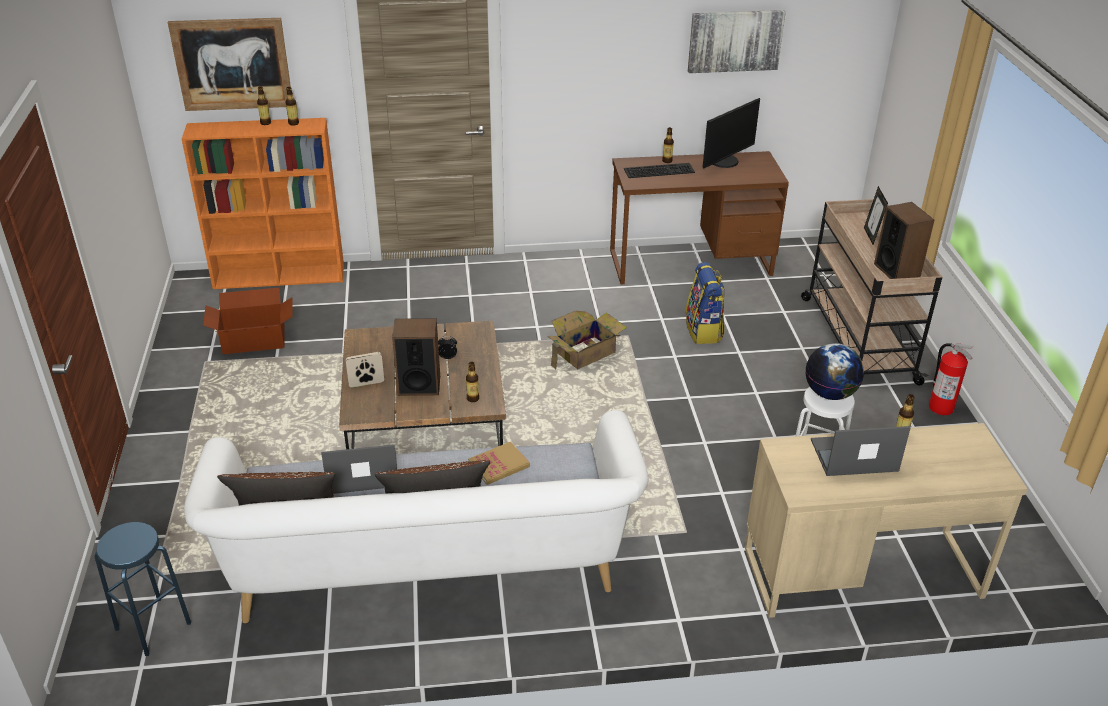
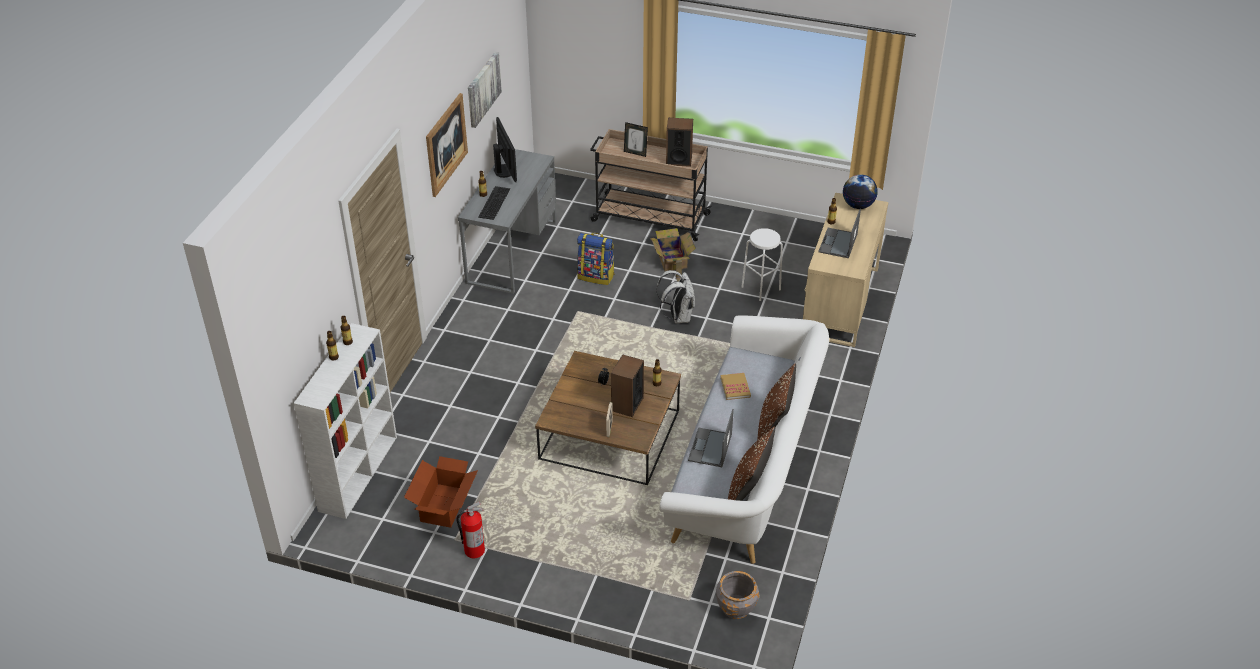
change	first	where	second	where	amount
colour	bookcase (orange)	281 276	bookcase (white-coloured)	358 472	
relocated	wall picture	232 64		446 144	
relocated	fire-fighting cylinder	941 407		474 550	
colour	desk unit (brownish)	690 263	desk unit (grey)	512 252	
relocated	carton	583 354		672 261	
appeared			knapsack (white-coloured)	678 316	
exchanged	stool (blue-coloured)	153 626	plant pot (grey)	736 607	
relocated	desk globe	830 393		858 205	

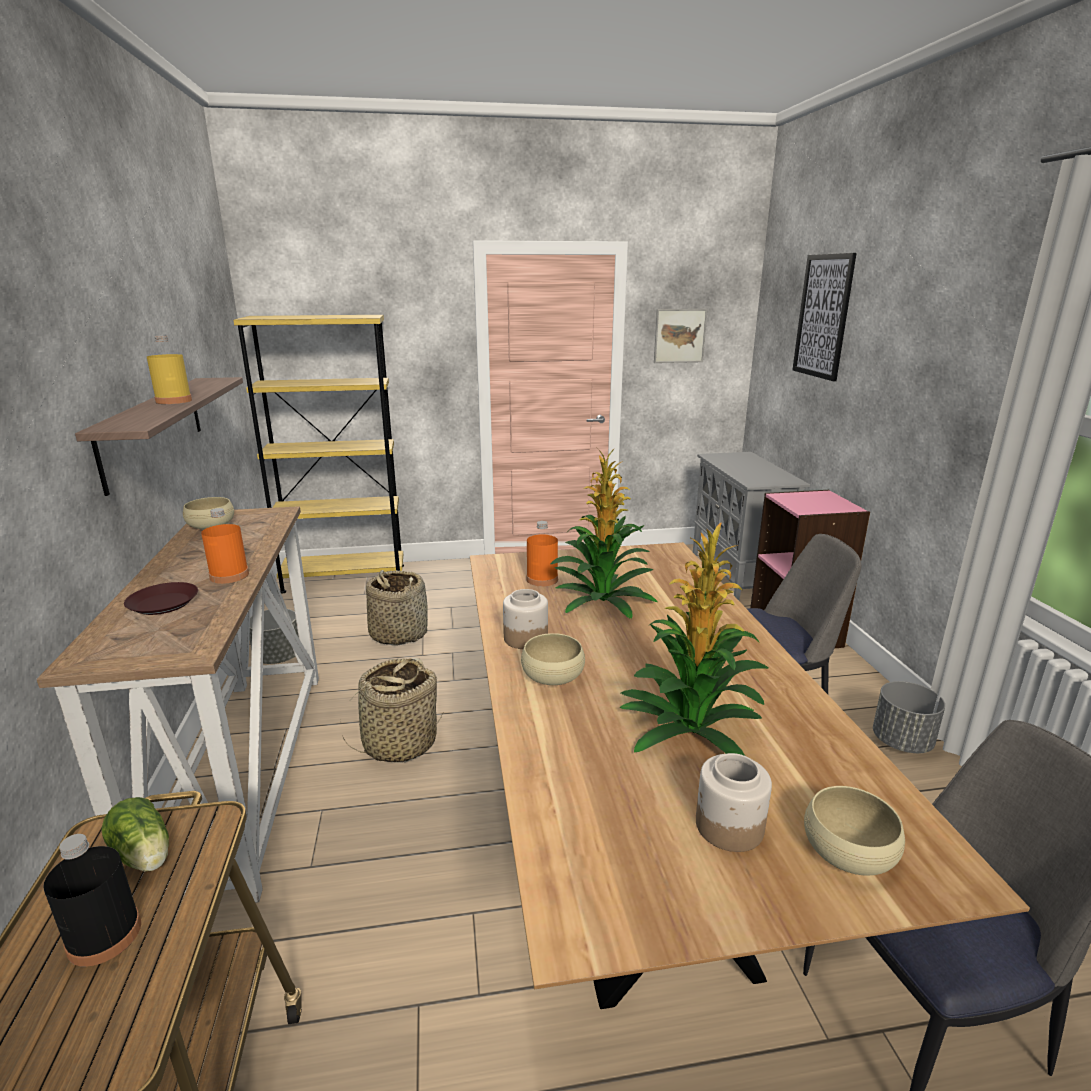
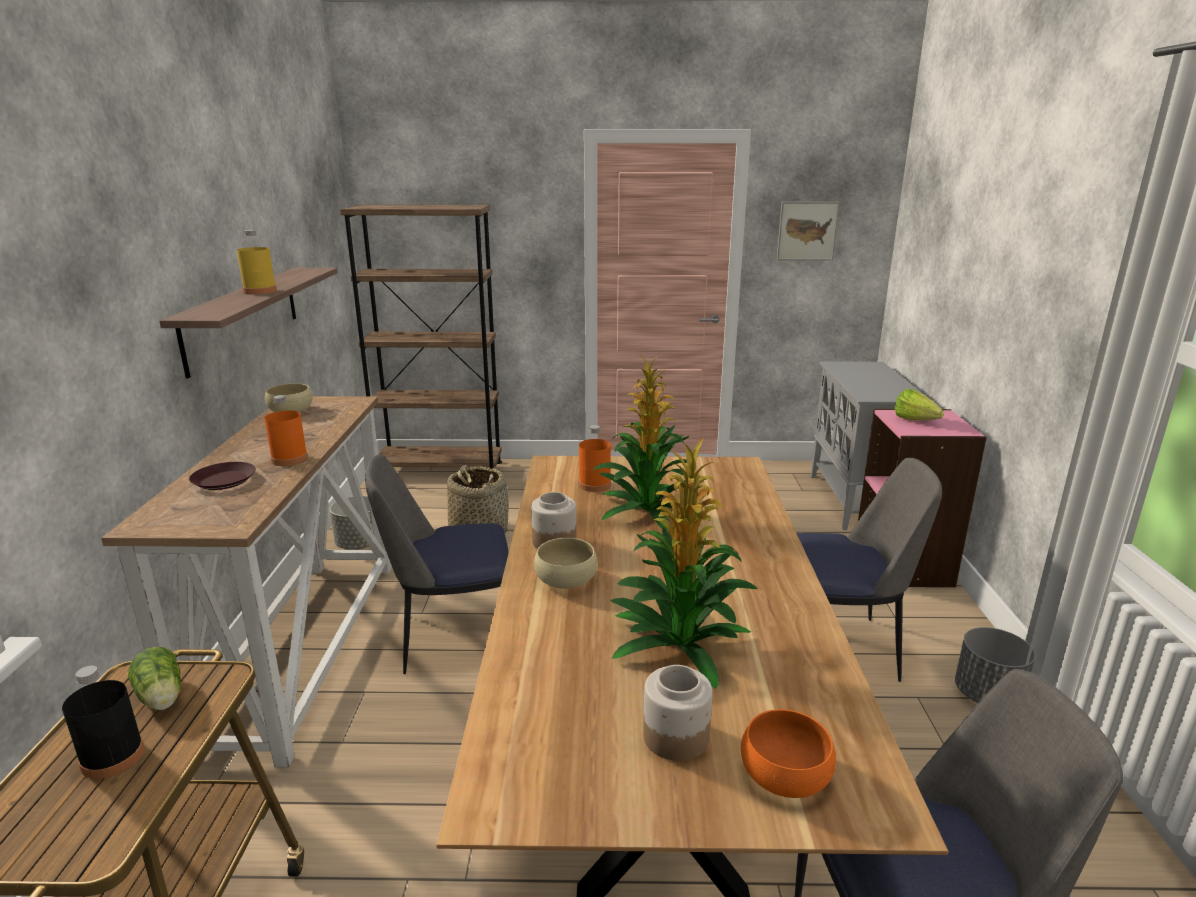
change	first	where	second	where	amount
colour	bookcase (yellow)	344 578	bookcase (brownish)	440 471	
exchanged	basket	399 743	plain chair	452 638	
colour	serving bowl (sand-coloured)	848 850	serving bowl (orange)	785 773	
appeared			lettuce head	918 422	
missing	wall picture	823 316			

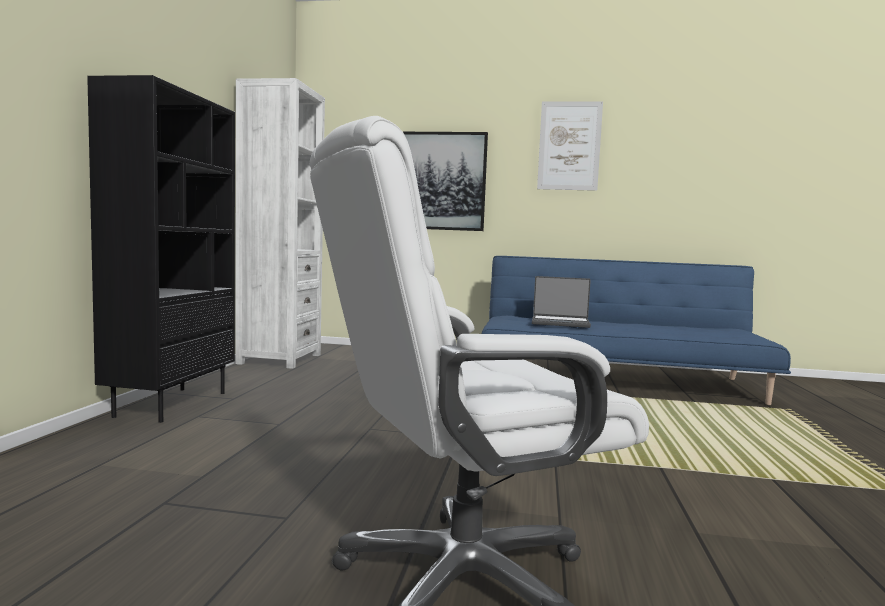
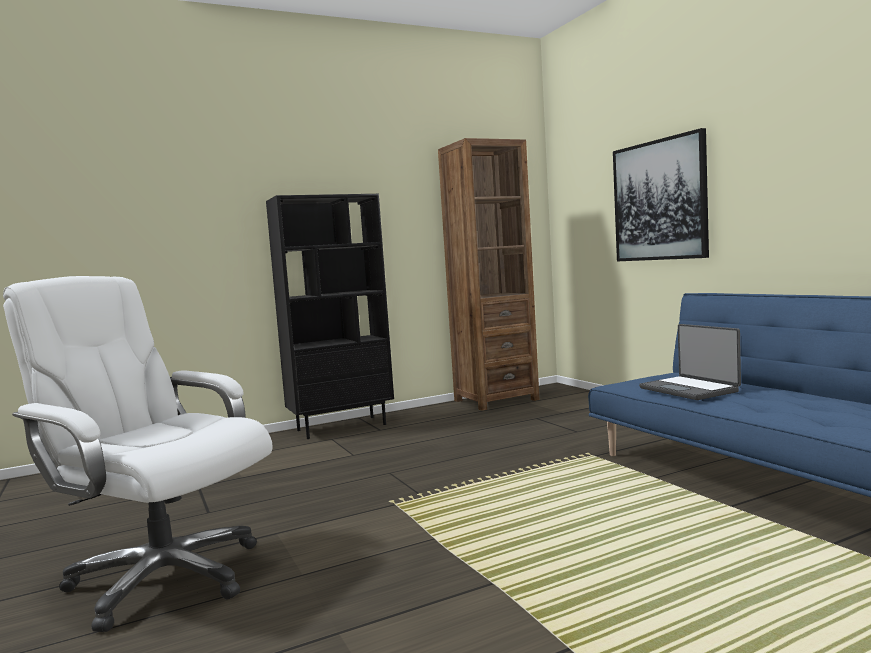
change	first	where	second	where	amount
colour	bookcase (white-coloured)	279 359	bookcase (brownish)	496 400	
missing	wall picture	569 146			

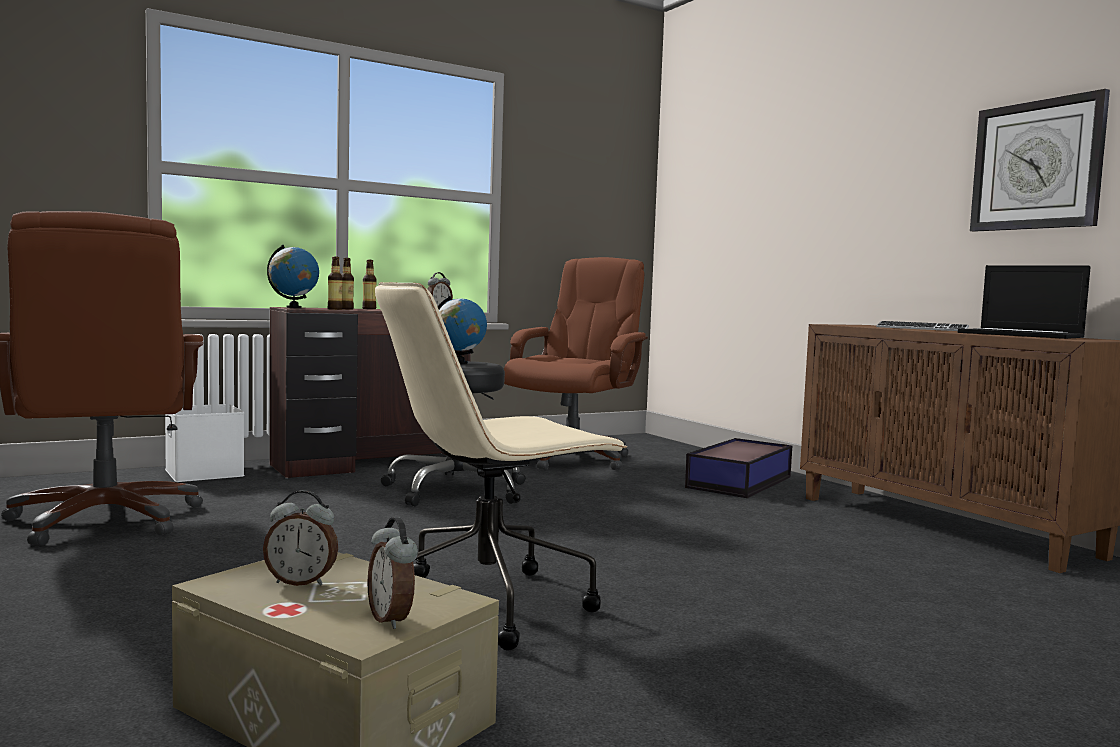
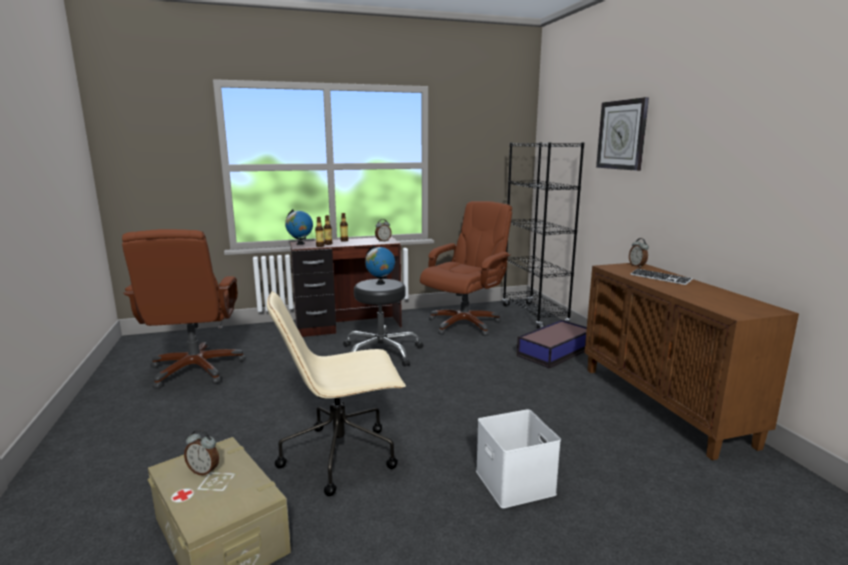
change	first	where	second	where	amount
relocated	storage container (white-coloured)	206 473		516 483	
appeared			bookcase (black-coloured)	534 316	
relocated	clock on the wall	1037 165		622 135	
relocated	table clock	392 619		637 266	
missing	notebook computer	1022 335			

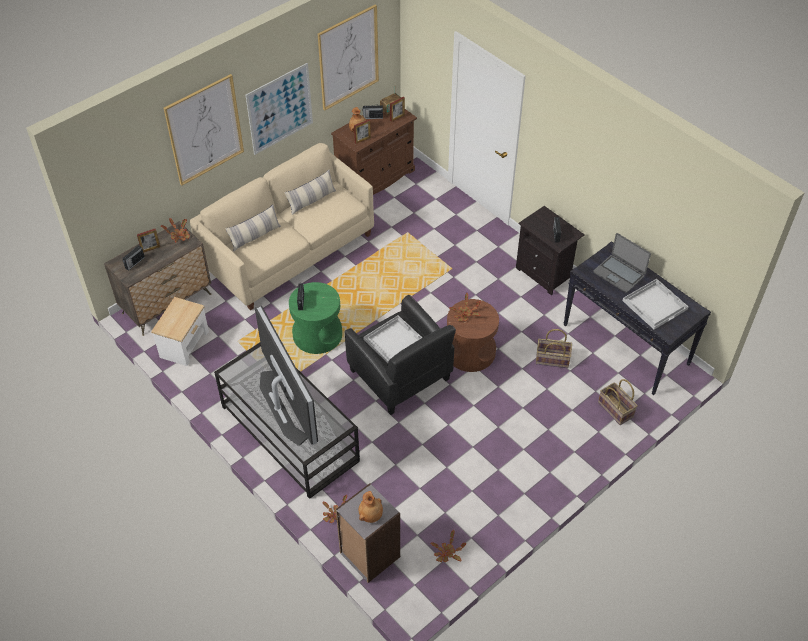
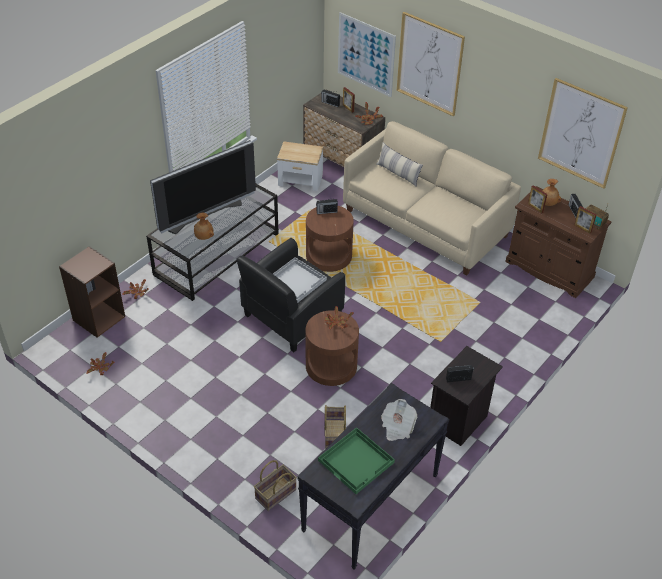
change	first	where	second	where	amount
colour	bookcase (grey)	369 555	bookcase (brownish)	98 318	
relocated	decorative vase (brownish)	371 515		204 237	
colour	accent table (green)	317 334	accent table (brownish)	329 256	
colour	tray (white-coloured)	654 304	tray (green)	357 461	
relocated	wall picture	280 109		365 54	
exchanged	notebook computer	619 274	printed paper	397 427	
missing	throw pillow	311 201			

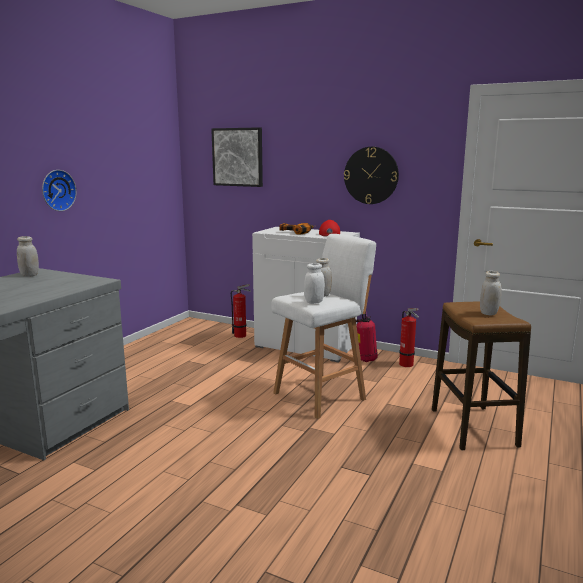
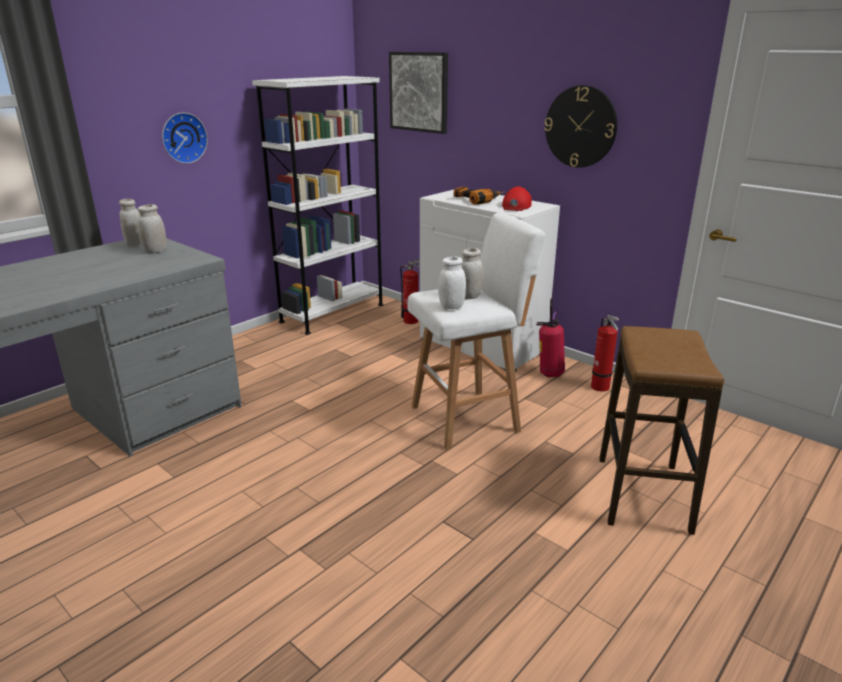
change	first	where	second	where	amount
relocated	jar (white-coloured)	489 313		155 251	
appeared			bookcase (white-coloured)	332 313	

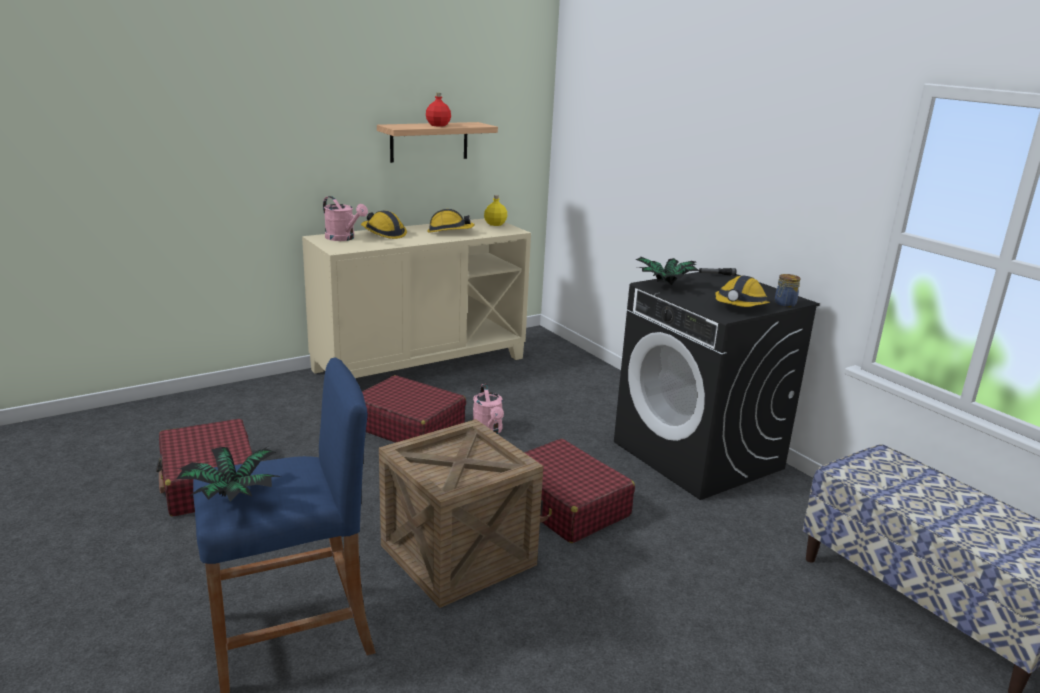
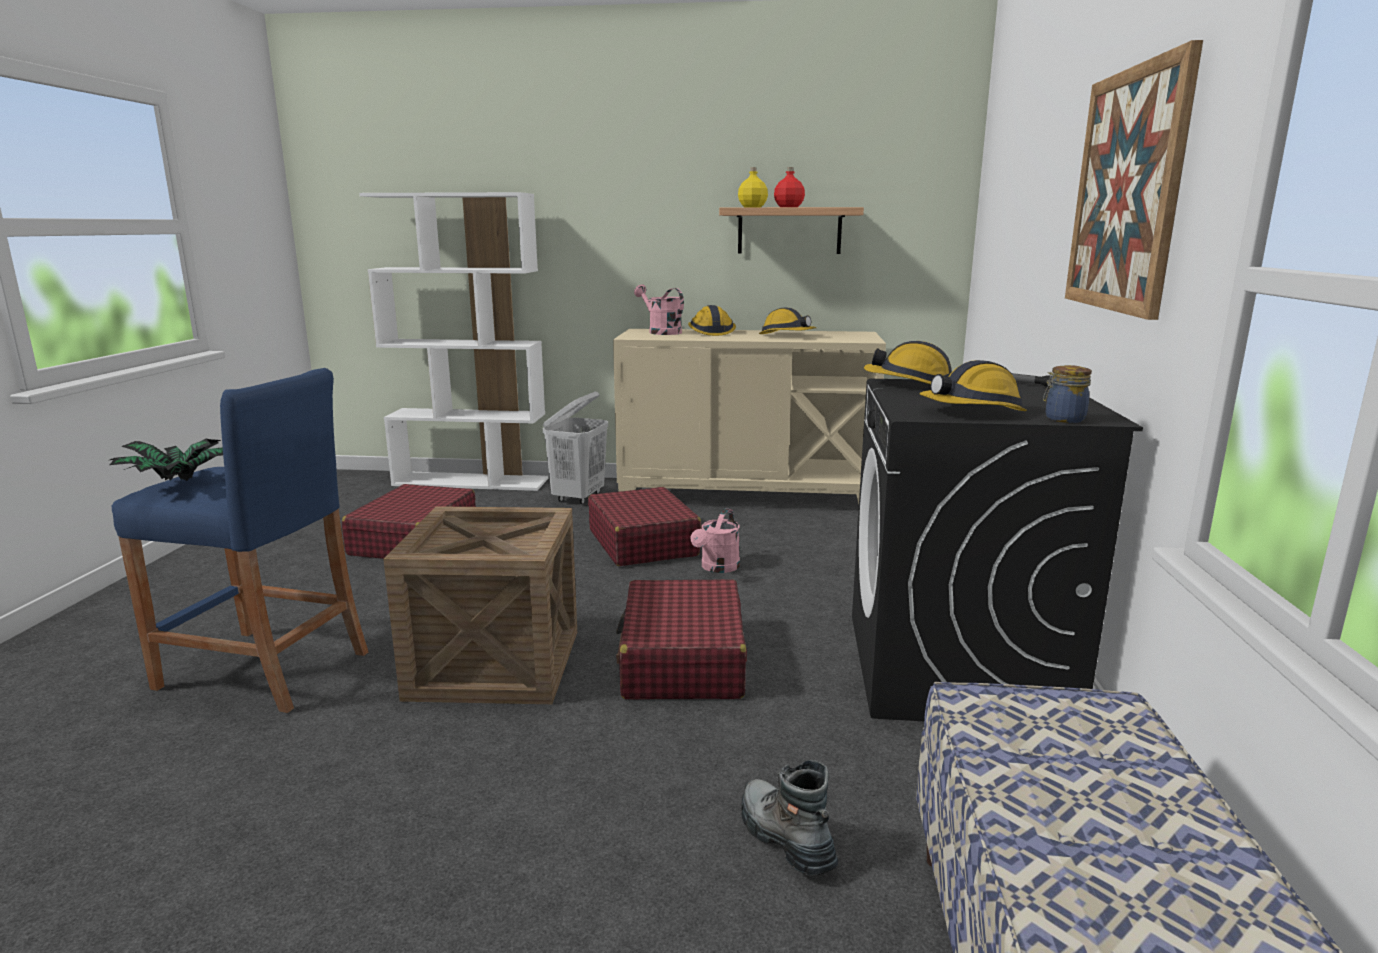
change	first	where	second	where	amount
appeared			bookcase (white-coloured)	472 481	
appeared			washing basket (white-coloured)	579 498	
spun	watering pot (pink-coloured)	343 238		661 332	150 degrees clockwise
relocated	beverage bottle (yellow)	495 224		752 207	
appeared			tall boot	785 838	
exchanged	plant in a pot	663 285	safety helmet	910 384	
appeared			wall picture	1126 191	

